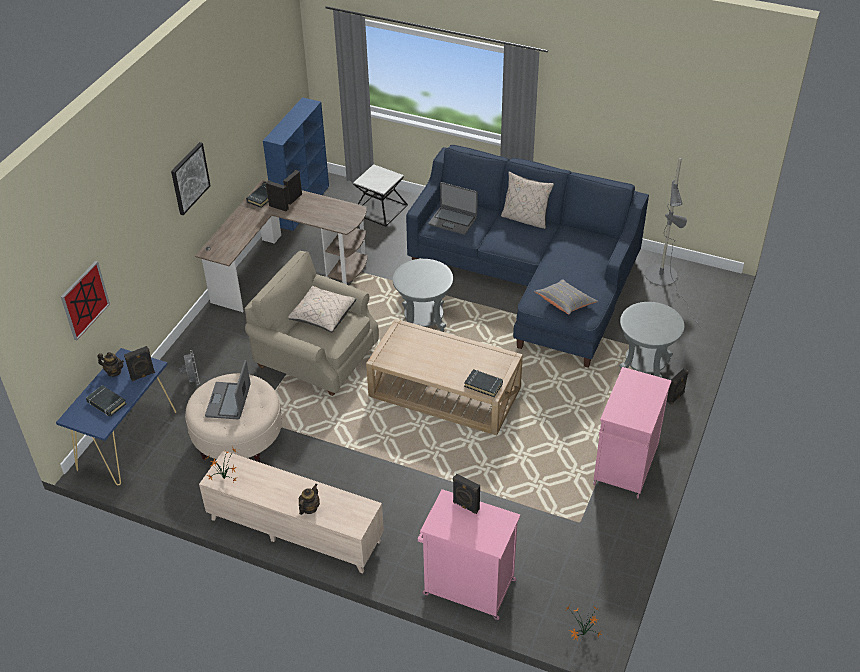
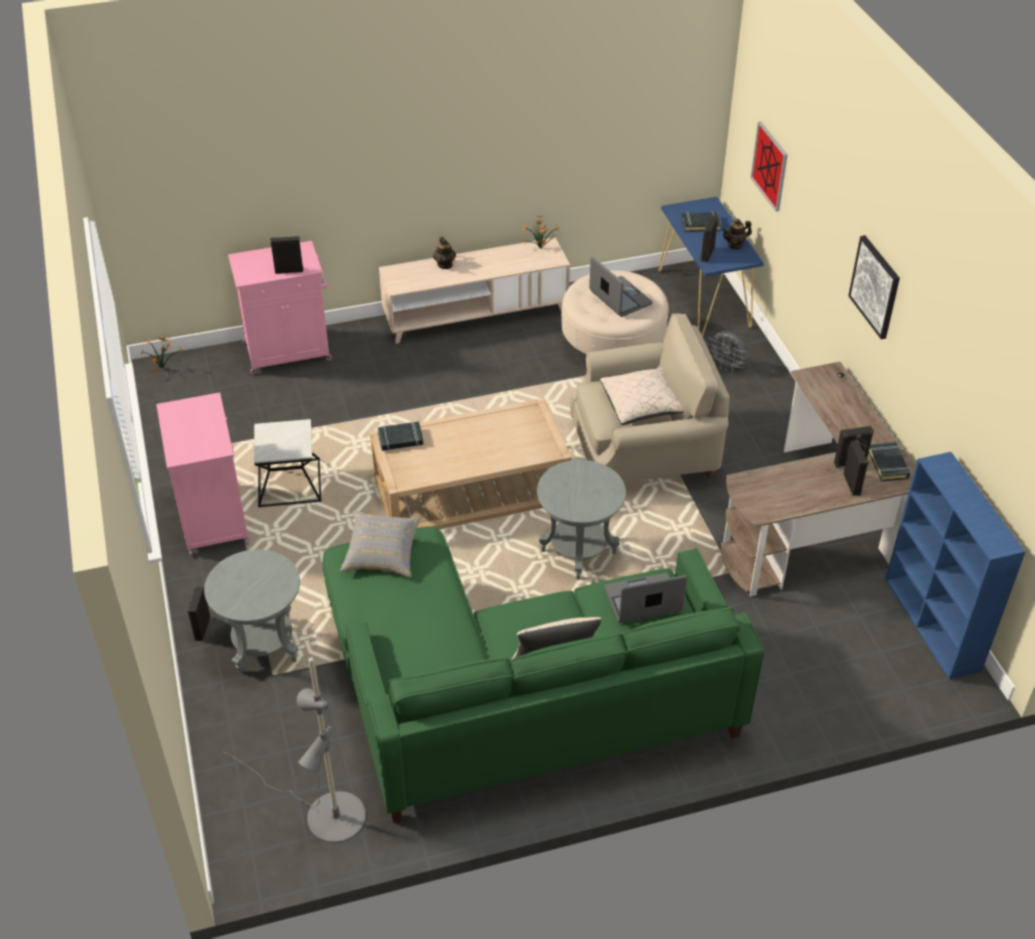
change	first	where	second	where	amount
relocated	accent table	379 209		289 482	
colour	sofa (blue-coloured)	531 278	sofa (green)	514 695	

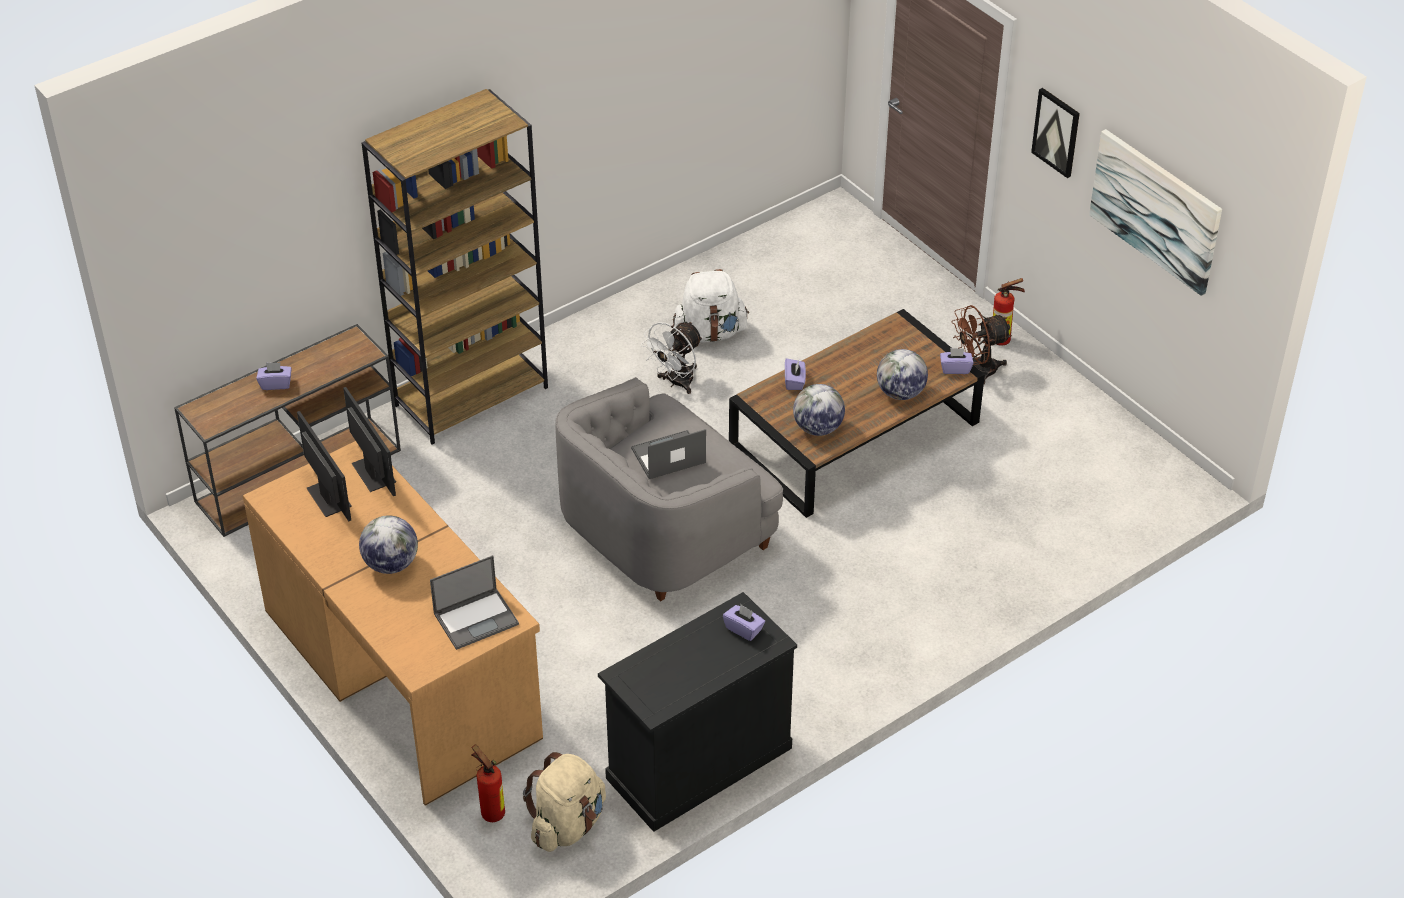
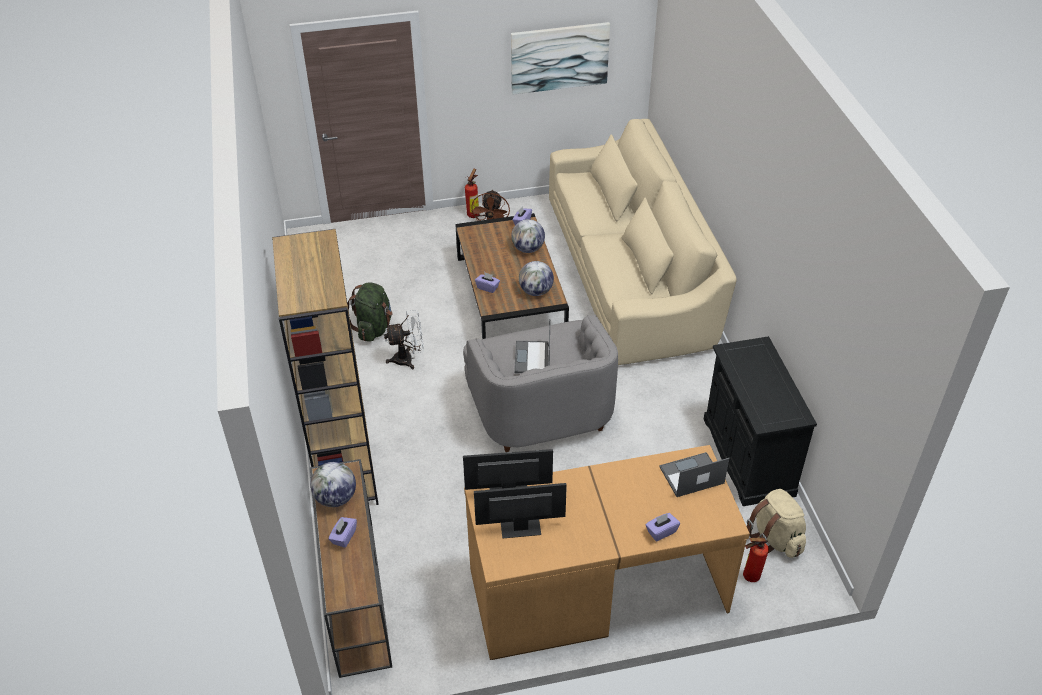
change	first	where	second	where	amount
relocated	desk globe	391 564		335 498	
colour	knapsack (white-coloured)	710 333	knapsack (green)	373 328	
spun	electric fan (white-coloured)	676 383		408 359	75 degrees counterclockwise
appeared			sofa (sand-coloured)	630 272	
relocated	tissue box (purplish)	744 629		661 531	
spun	notebook computer	477 618		691 475	105 degrees counterclockwise
missing	wall picture	1056 132			

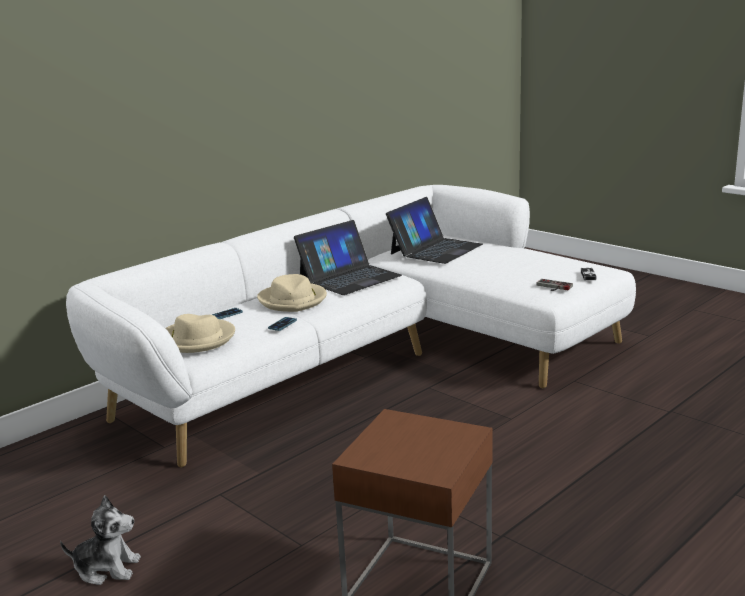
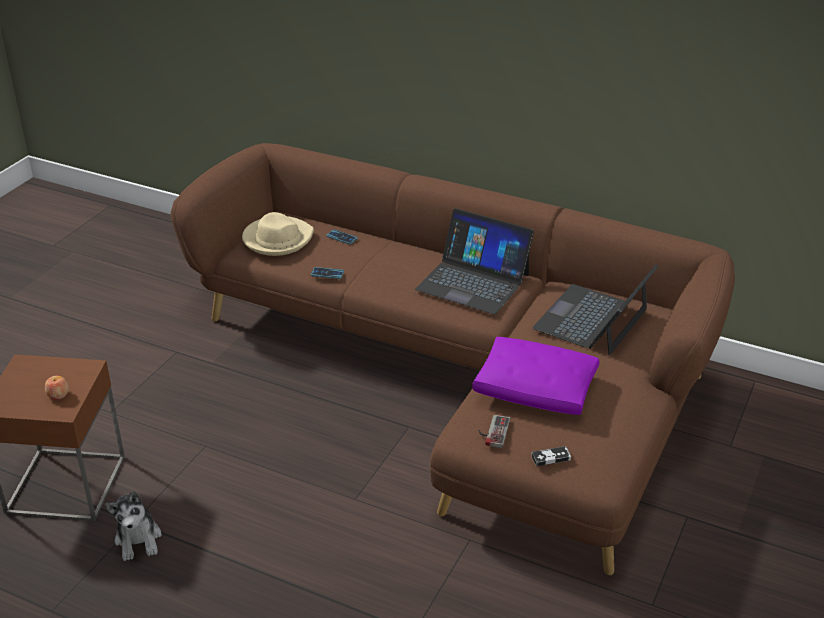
change	first	where	second	where	amount
appeared			apple	58 395	
relocated	soft toy	107 568		138 539	
colour	sofa (white-coloured)	374 358	sofa (brownish)	466 374	
appeared			throw pillow (purplish)	536 389	
spun	notebook computer	435 249		592 319	105 degrees clockwise
missing	hat (sand-coloured)	293 300			

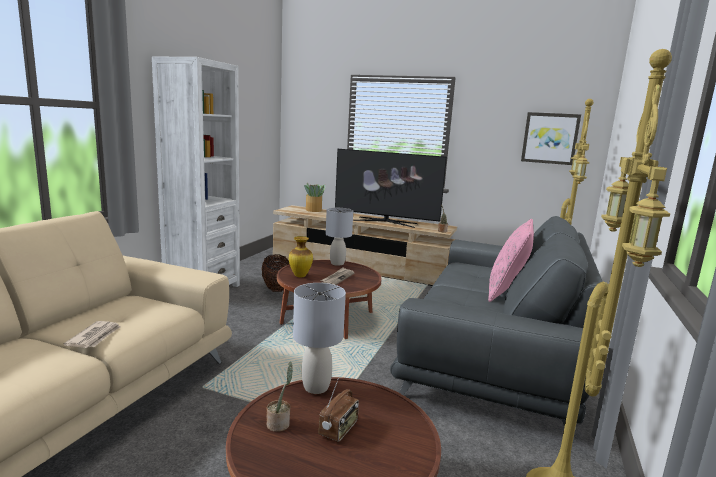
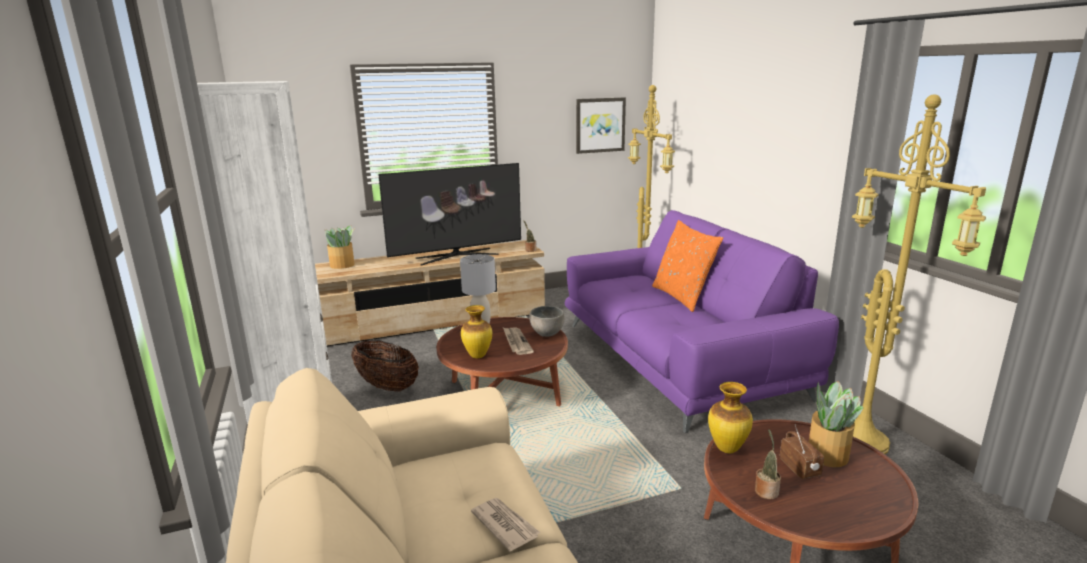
change	first	where	second	where	amount
appeared			serving bowl (grey)	547 333	
colour	sofa (grey)	493 353	sofa (purplish)	678 359	
colour	throw pillow (pink-coloured)	506 292	throw pillow (orange)	683 297	
exchanged	lamp for a table (grey)	316 387	decorative vase	728 449	
appeared			plant in a pot	828 454	

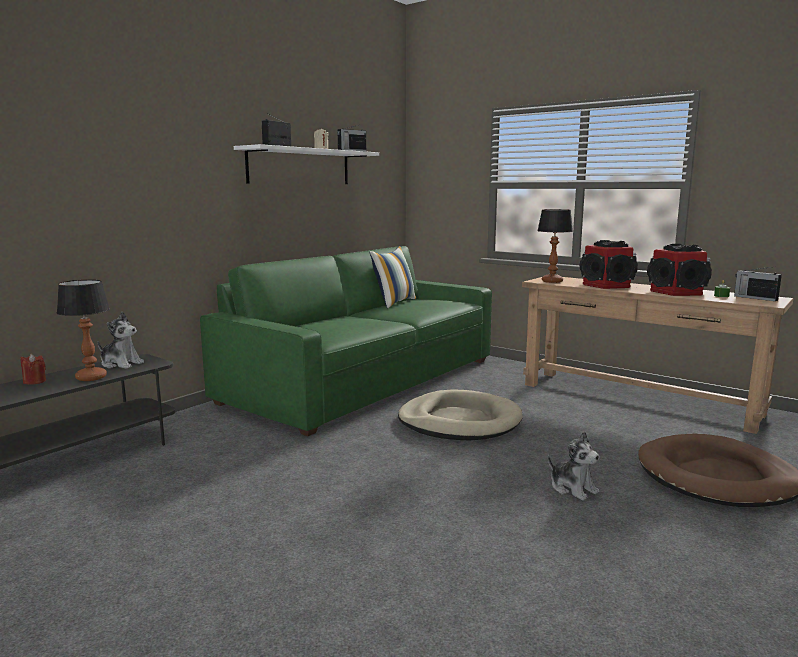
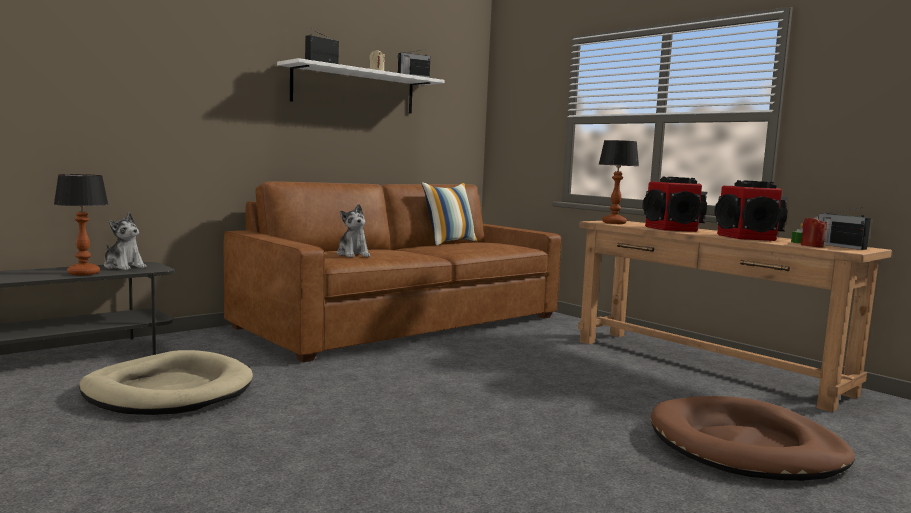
change	first	where	second	where	amount
relocated	dog bed (sand-coloured)	459 421		168 391	
colour	sofa (green)	364 380	sofa (brownish)	402 322	
relocated	soft toy	572 488		353 254	
relocated	wax light (red)	34 381		812 246	

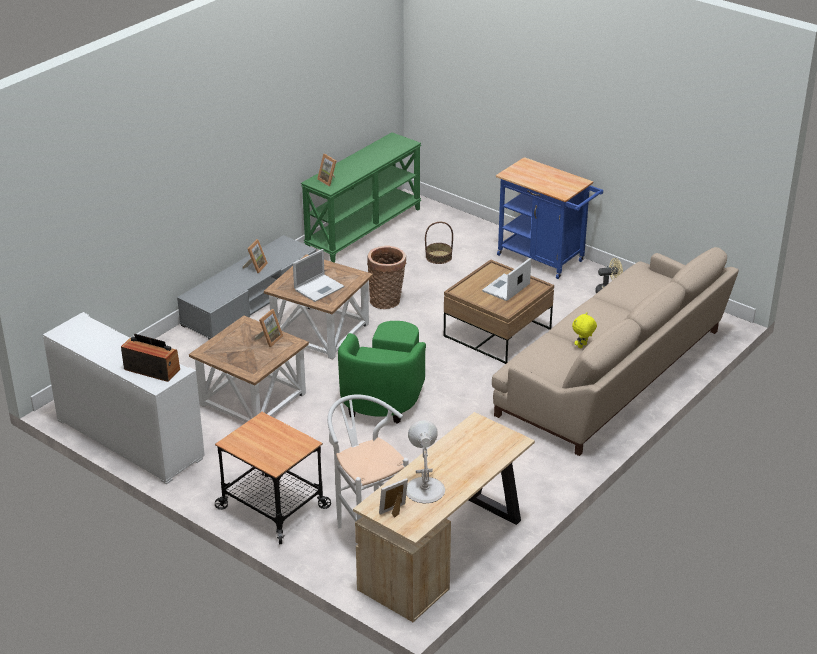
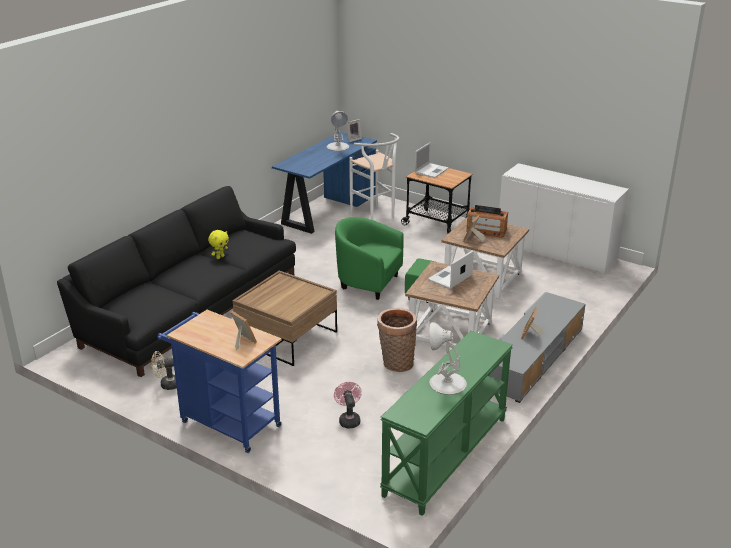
change	first	where	second	where	amount
colour	sofa (sand-coloured)	614 374	sofa (black-coloured)	190 308	
relocated	picture frame	329 180		242 341	
colour	desk unit (sand-coloured)	445 553	desk unit (blue-coloured)	327 209	
exchanged	basket	438 257	electric fan (pink-coloured)	348 419	
spun	lounge chair (green)	384 394		381 286	75 degrees counterclockwise
relocated	notebook computer	505 288		431 170	
appeared			lamp for a table (white-coloured)	447 383	
relocated	radio	152 369		486 231	

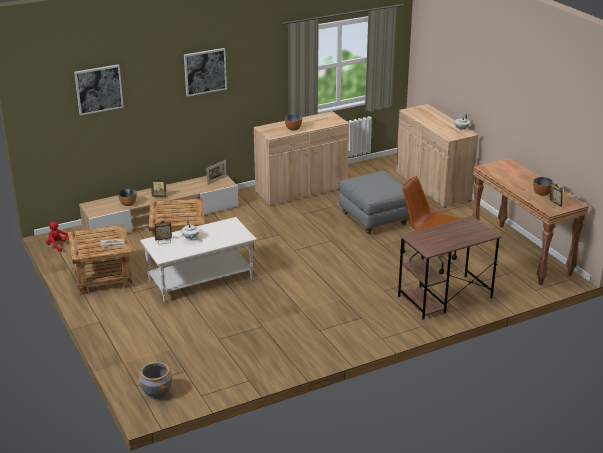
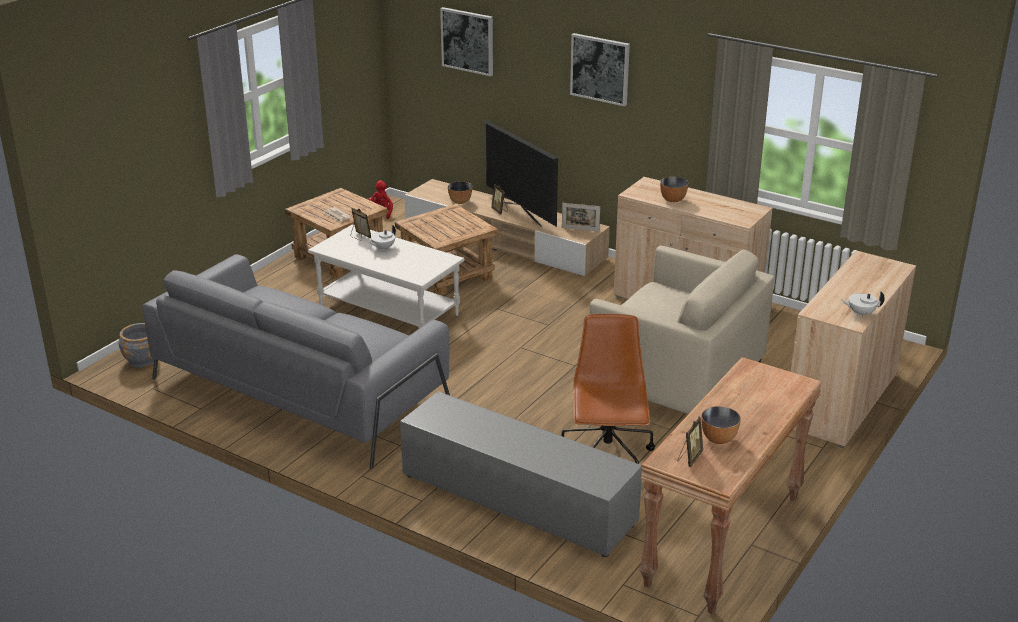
change	first	where	second	where	amount
appeared			sofa (grey)	299 391	
exchanged	desk unit (brownish)	444 297	tv stand (grey)	516 499	
appeared			television	521 214	
exchanged	pouffe (grey)	375 219	lounge chair (sand-coloured)	675 381	

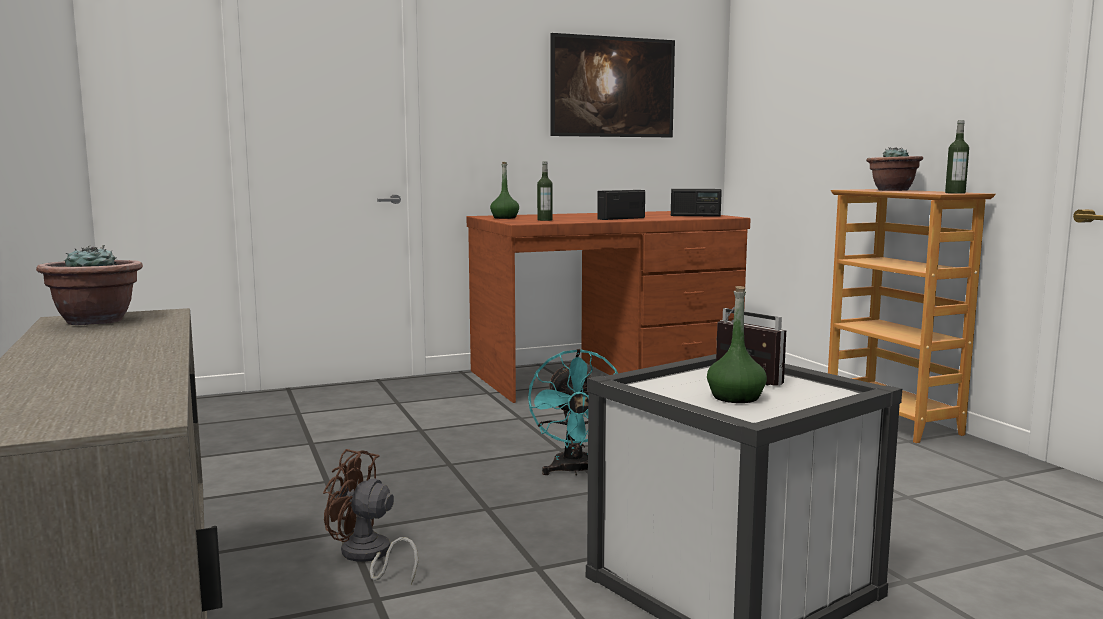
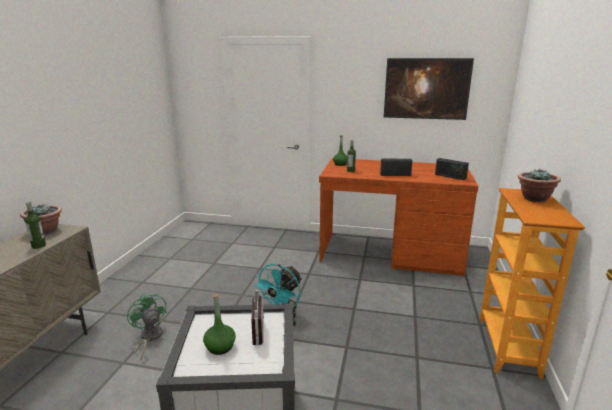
change	first	where	second	where	amount
relocated	beverage bottle	955 193		39 246	
colour	electric fan (brownish)	368 557	electric fan (green)	149 338	

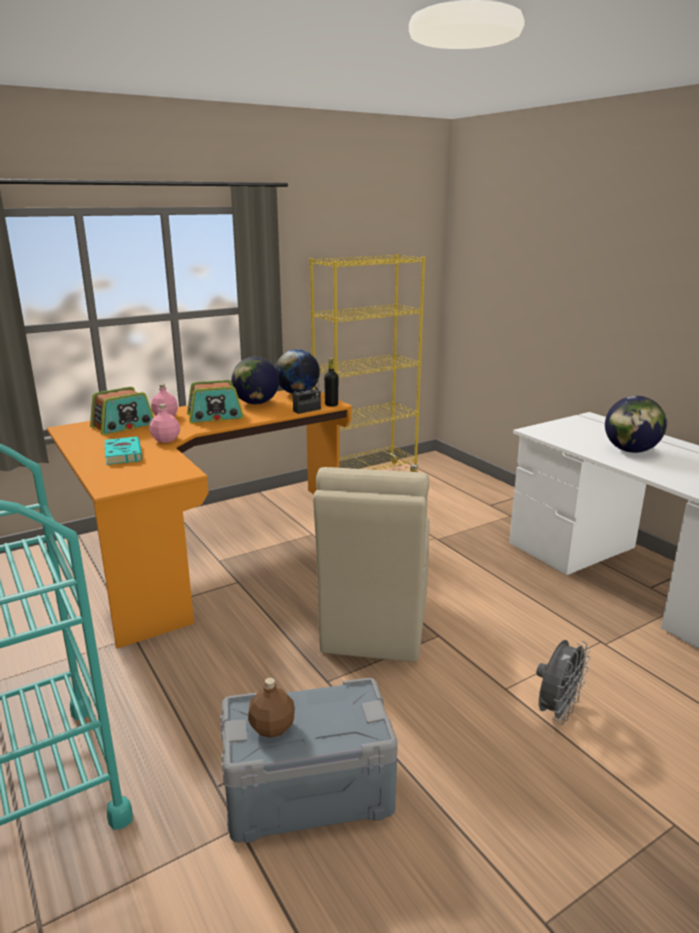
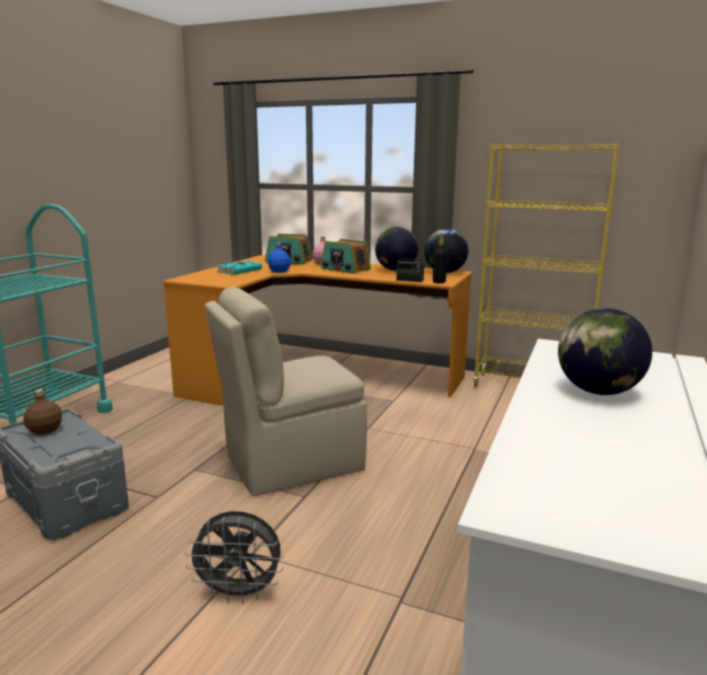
change	first	where	second	where	amount
colour	beverage bottle (pink-coloured)	166 440	beverage bottle (blue-coloured)	279 271	

